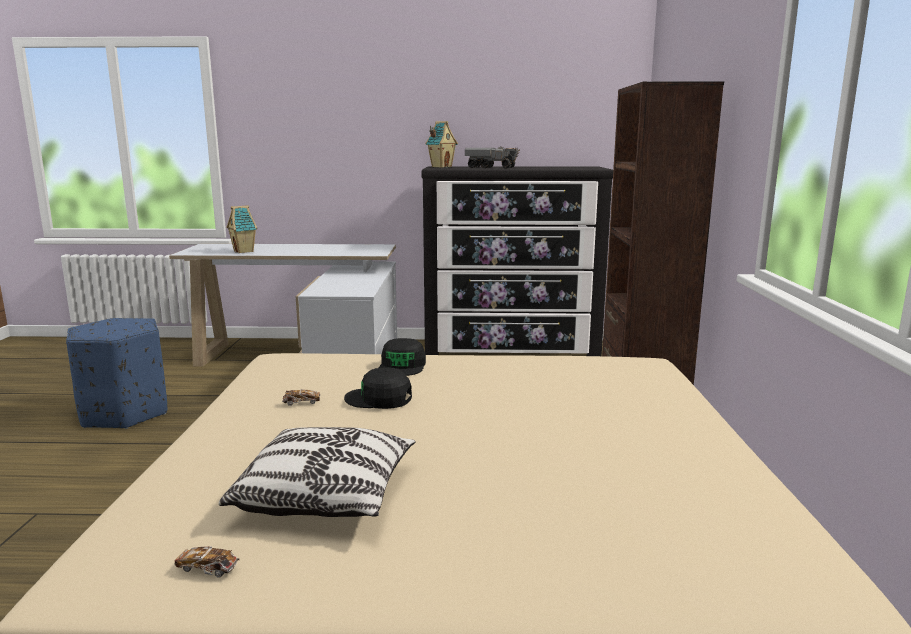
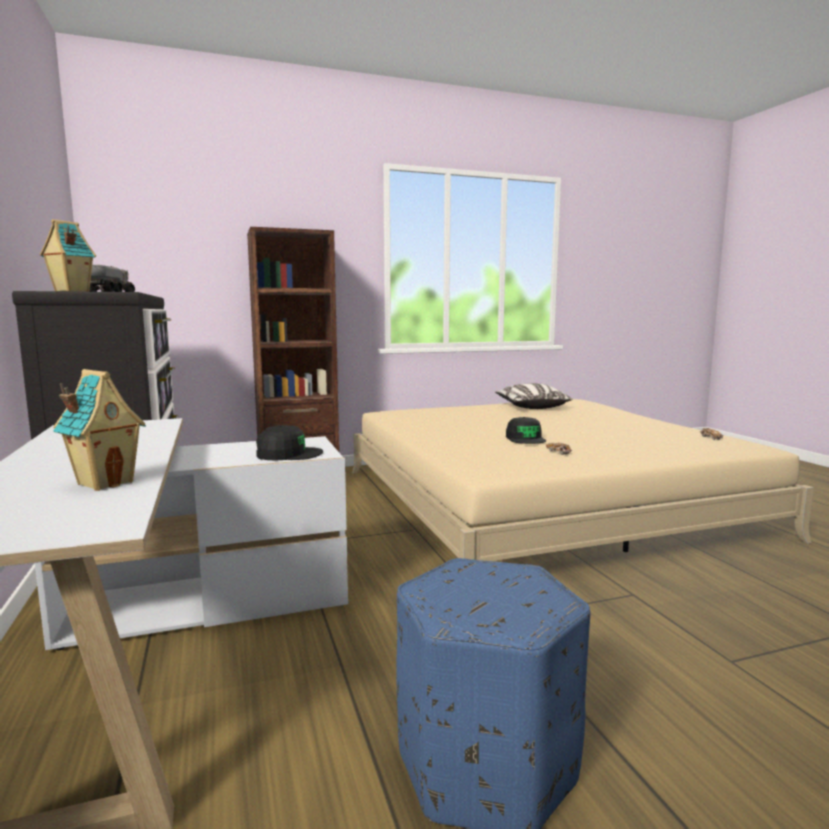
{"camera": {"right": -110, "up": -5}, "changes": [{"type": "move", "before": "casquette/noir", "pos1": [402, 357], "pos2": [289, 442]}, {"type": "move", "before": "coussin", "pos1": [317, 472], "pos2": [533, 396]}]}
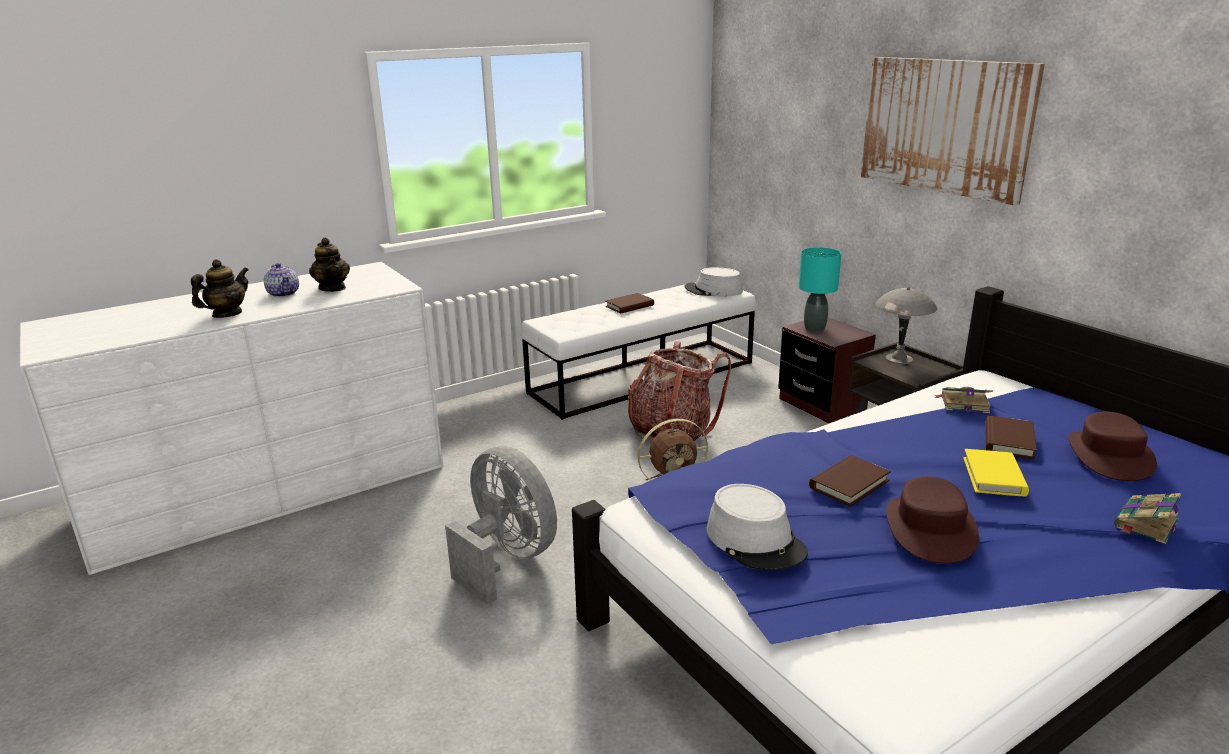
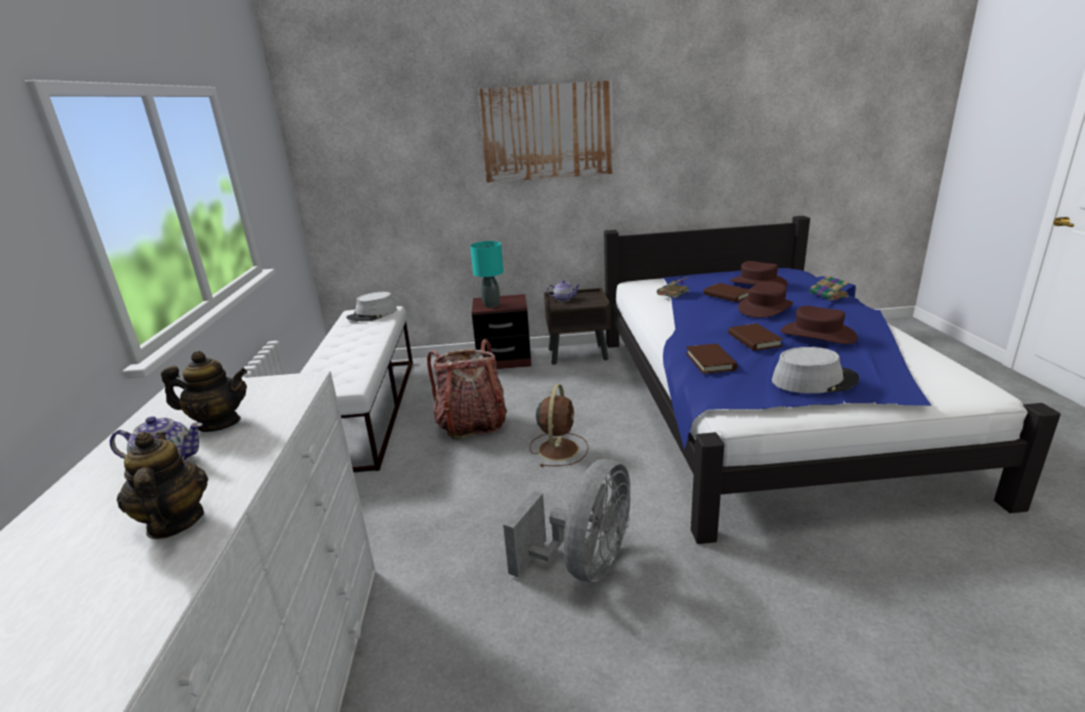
{"camera": {"right": -60, "up": 0}, "changes": [{"type": "rotate", "before": "ventilateur/gris", "pos1": [501, 525], "pos2": [566, 520], "turn": 135}, {"type": "replace", "before": "lampe de table/gris", "after": "théière", "pos1": [906, 325], "pos2": [564, 291]}, {"type": "move", "before": "livre/marron", "pos1": [629, 303], "pos2": [712, 359]}, {"type": "replace", "before": "livre/jaune", "after": "chapeau/marron", "pos1": [996, 473], "pos2": [765, 299]}]}
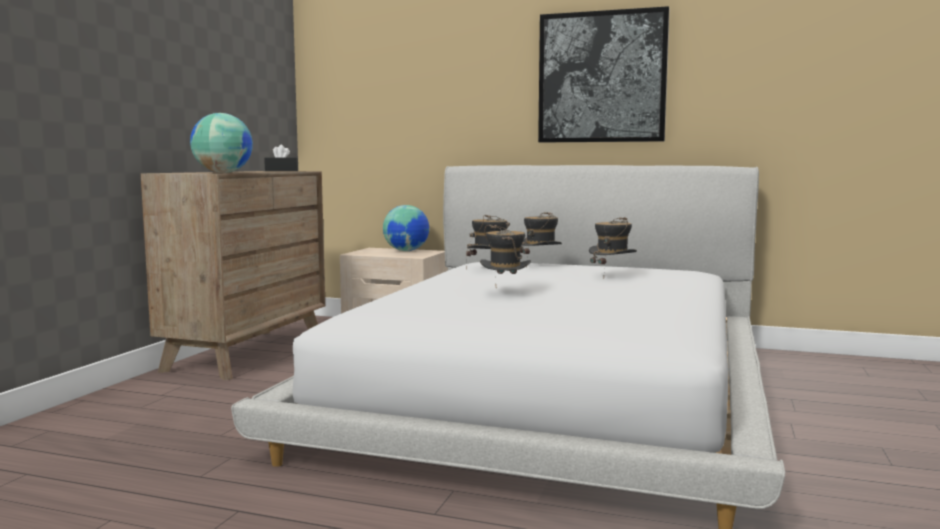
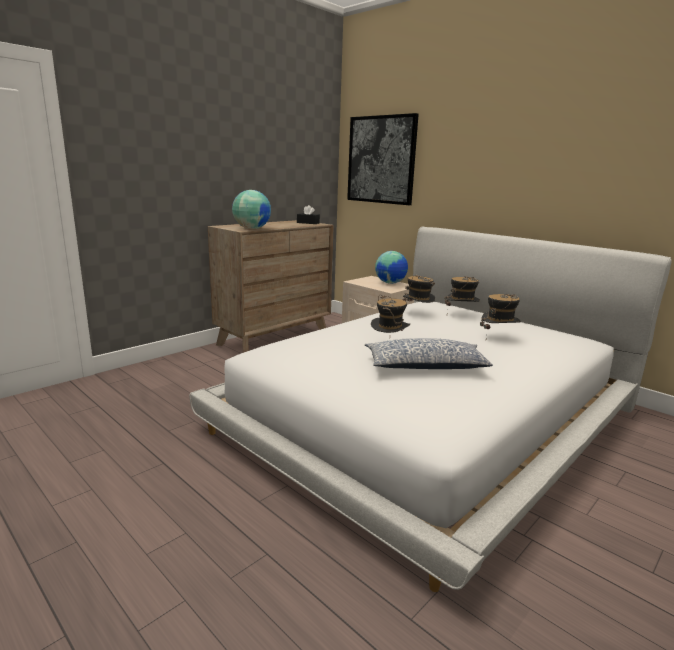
{"camera": {"right": 25, "up": 10}, "changes": [{"type": "move", "before": "tableau", "pos1": [603, 74], "pos2": [383, 159]}, {"type": "insert", "after": "coussin", "pos2": [429, 353]}]}
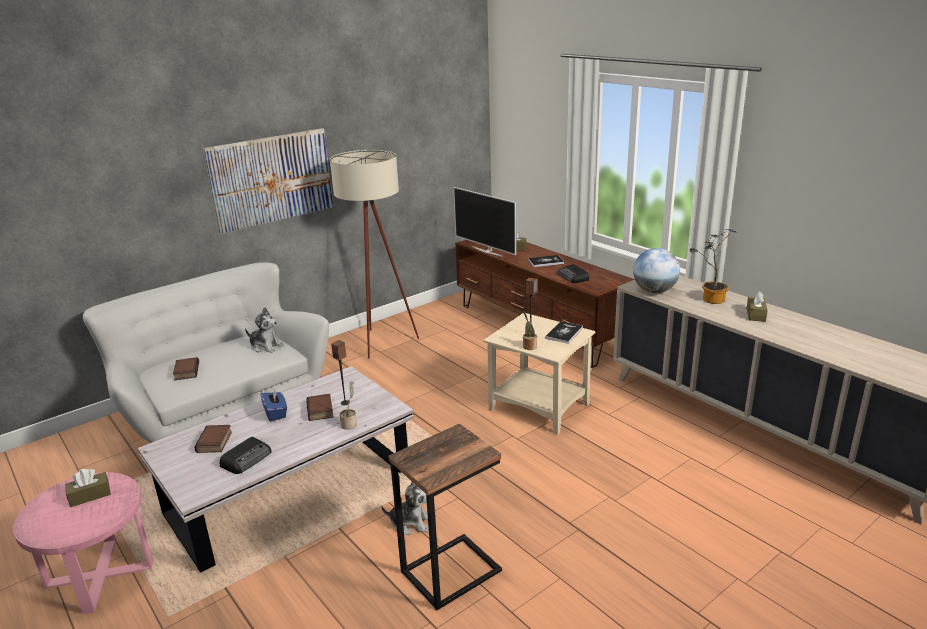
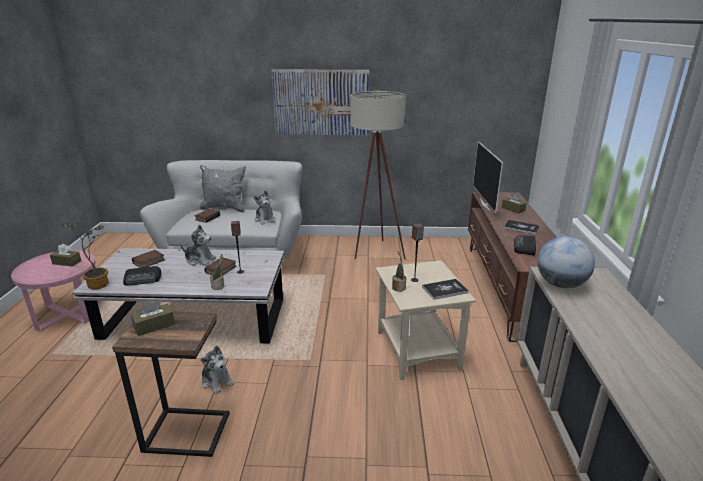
{"camera": {"right": 40, "up": 0}, "changes": [{"type": "move", "before": "plante en pot", "pos1": [713, 266], "pos2": [85, 256]}, {"type": "move", "before": "boîte à mouchoirs/marron", "pos1": [757, 307], "pos2": [153, 318]}, {"type": "replace", "before": "boîte à mouchoirs/bleu", "after": "peluche", "pos1": [274, 405], "pos2": [198, 245]}, {"type": "insert", "after": "coussin/gris", "pos2": [222, 189]}]}
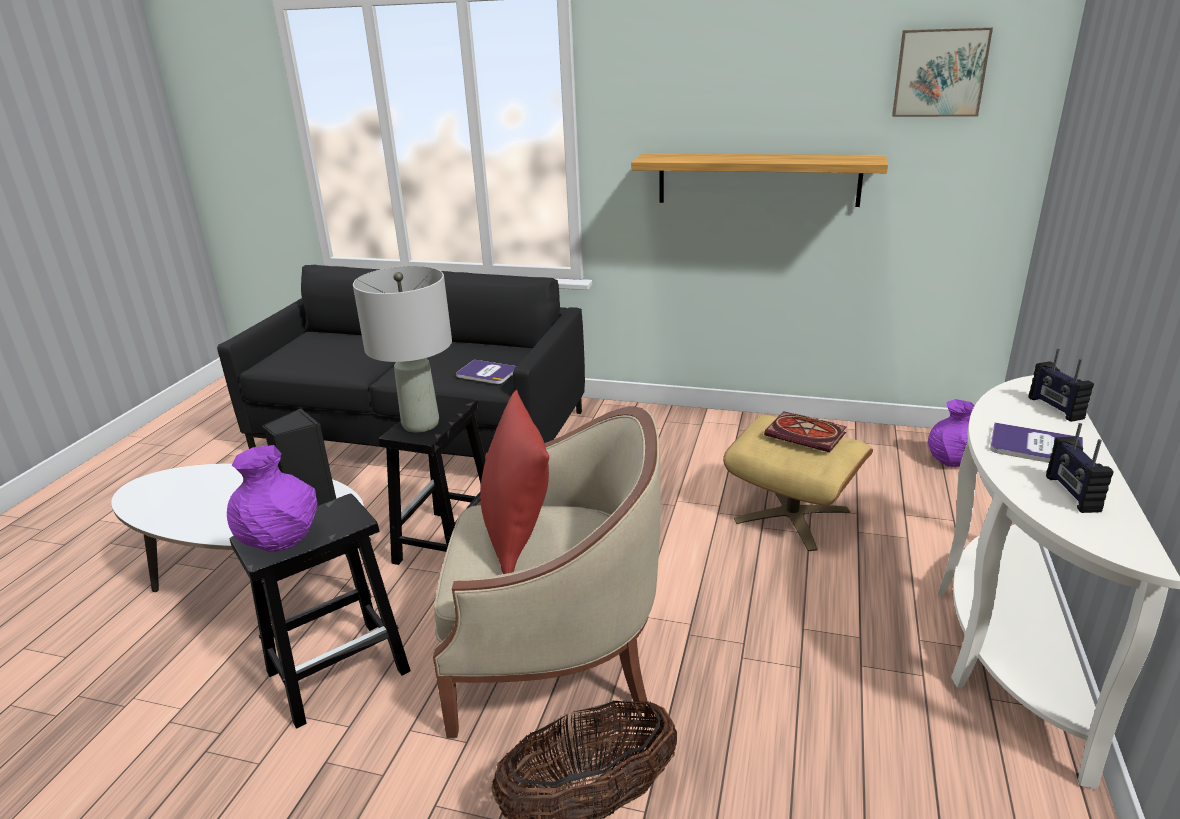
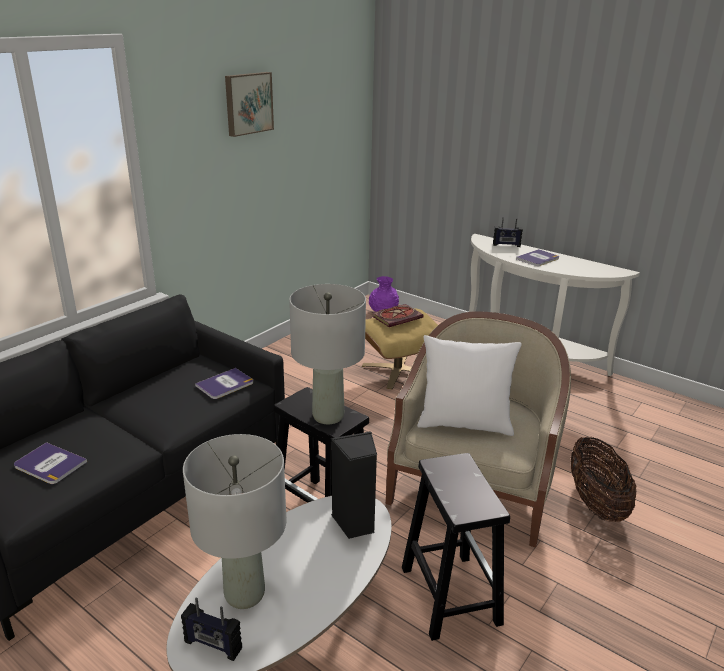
{"camera": {"right": -70, "up": 0}, "changes": [{"type": "insert", "after": "livre", "pos2": [50, 463]}, {"type": "move", "before": "radio", "pos1": [1080, 468], "pos2": [211, 629]}, {"type": "insert", "after": "lampe de table/gris", "pos2": [234, 521]}, {"type": "move", "before": "tableau", "pos1": [942, 72], "pos2": [249, 104]}, {"type": "recolor", "before": "coussin/rouge", "after": "coussin/blanc", "pos1": [514, 481], "pos2": [469, 385]}, {"type": "delete", "before": "vase/violet", "pos1": [272, 498]}, {"type": "delete", "before": "étagère", "pos1": [759, 180]}]}
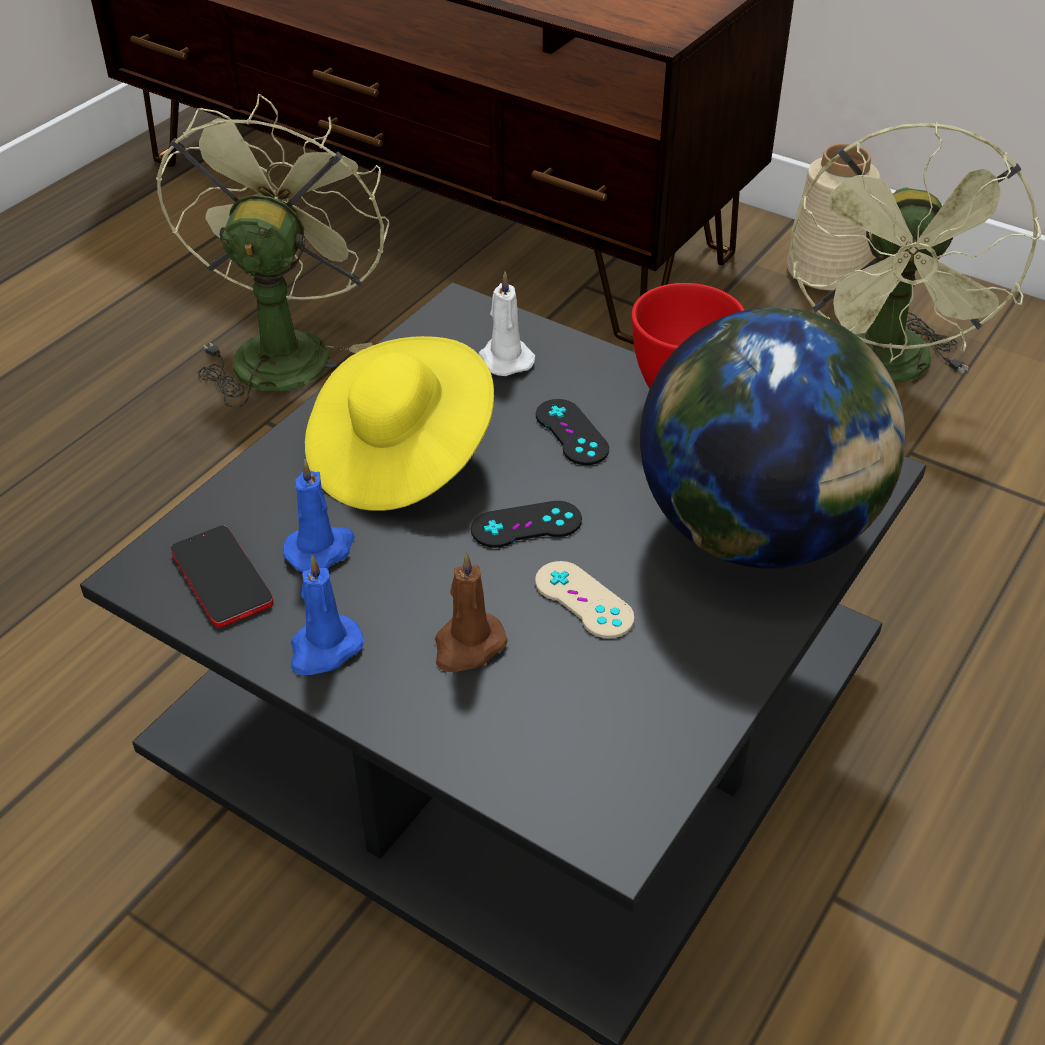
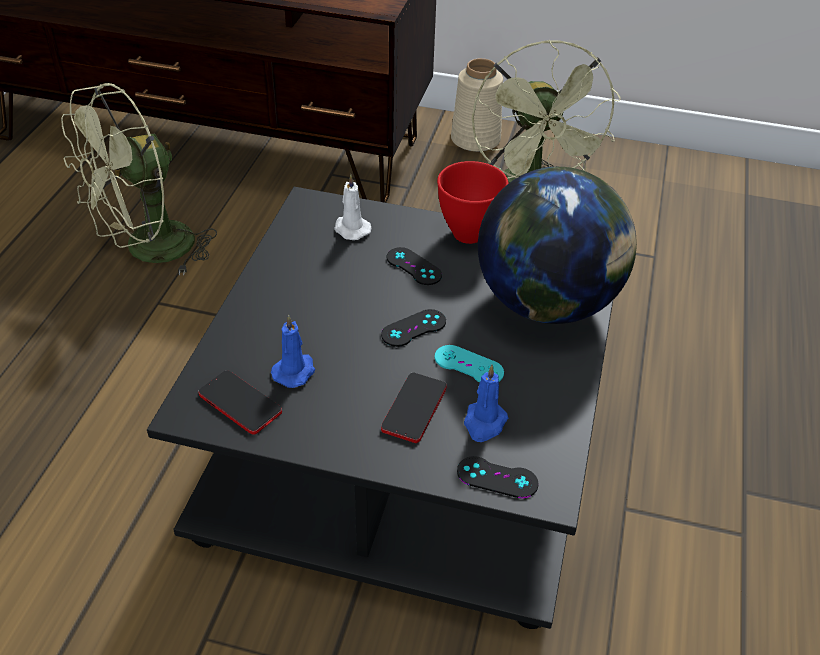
{"camera": {"right": -20, "up": 0}, "changes": [{"type": "rotate", "before": "ventilateur/vert", "pos1": [272, 251], "pos2": [139, 179], "turn": -120}, {"type": "replace", "before": "bougie/marron", "after": "téléphone", "pos1": [471, 612], "pos2": [414, 407]}, {"type": "recolor", "before": "manette/beige", "after": "manette/turquoise", "pos1": [585, 599], "pos2": [469, 364]}, {"type": "insert", "after": "manette/noir", "pos2": [498, 477]}, {"type": "move", "before": "bougie/bleu", "pos1": [327, 615], "pos2": [486, 403]}, {"type": "delete", "before": "chapeau/jaune", "pos1": [399, 423]}]}
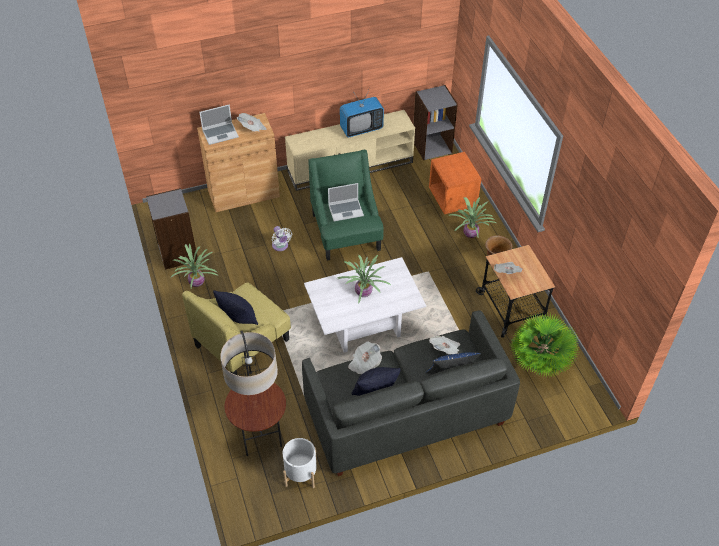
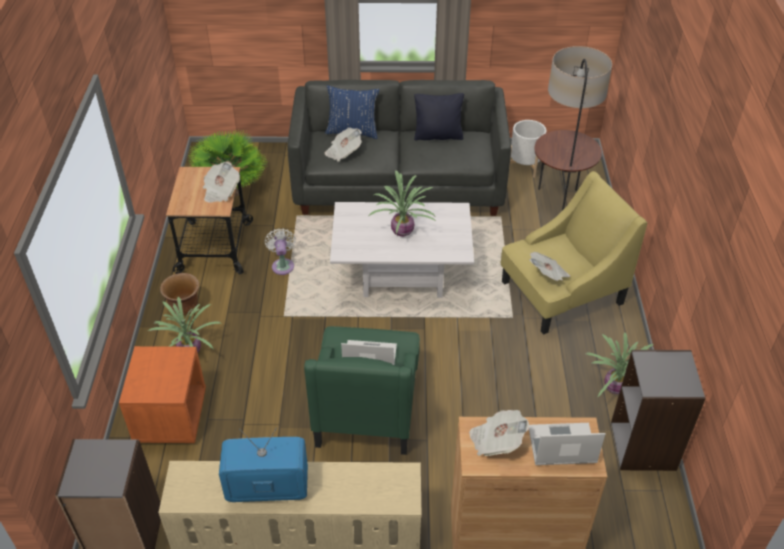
{"camera": {"right": -160, "up": -5}, "changes": [{"type": "move", "before": "ventilateur/blanc", "pos1": [282, 238], "pos2": [280, 251]}, {"type": "move", "before": "journal", "pos1": [365, 358], "pos2": [550, 266]}, {"type": "delete", "before": "coussin/noir", "pos1": [235, 307]}]}
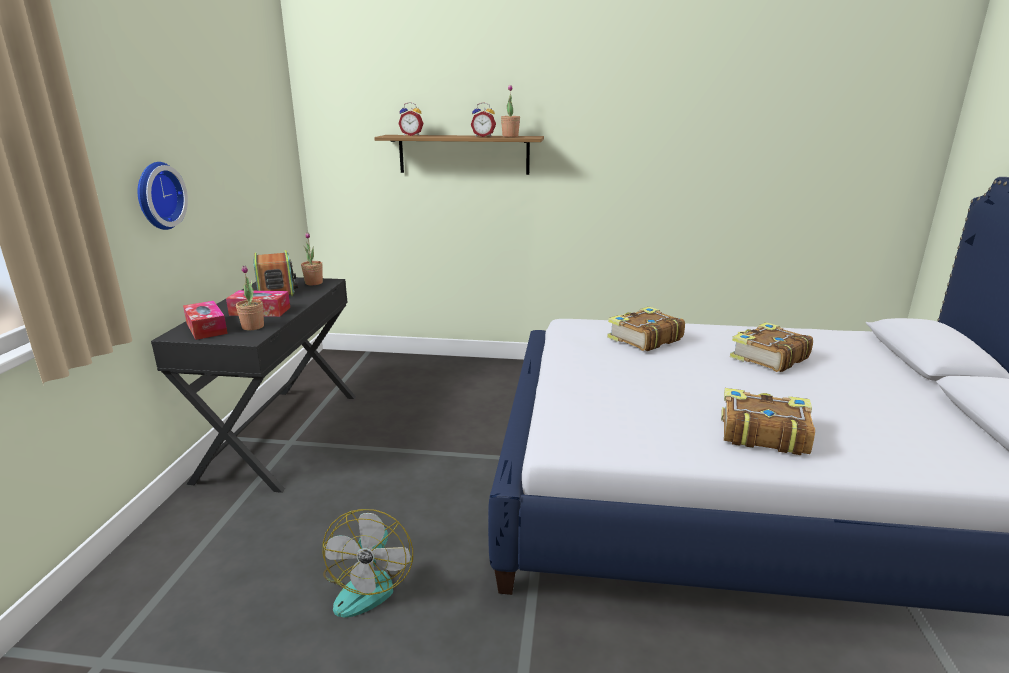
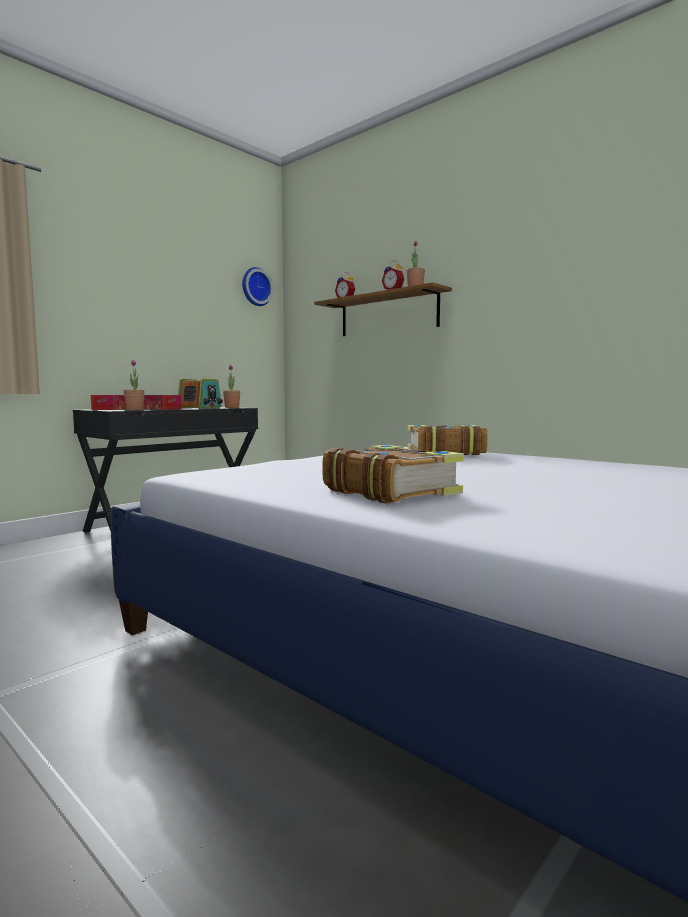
{"camera": {"right": 35, "up": -15}, "changes": [{"type": "move", "before": "horloge murale", "pos1": [163, 196], "pos2": [257, 286]}, {"type": "delete", "before": "ventilateur", "pos1": [367, 563]}, {"type": "delete", "before": "livre", "pos1": [771, 347]}]}
